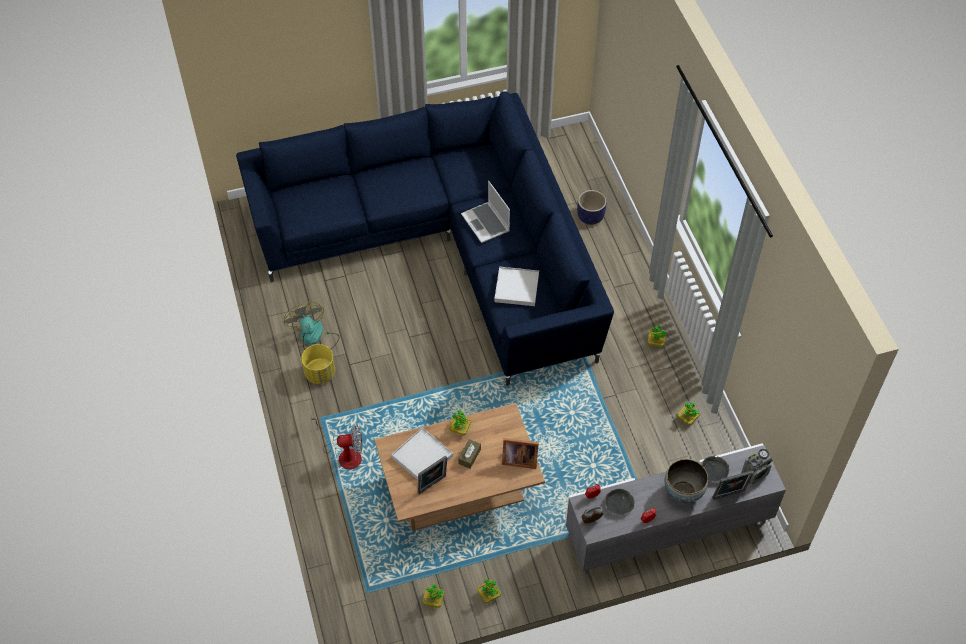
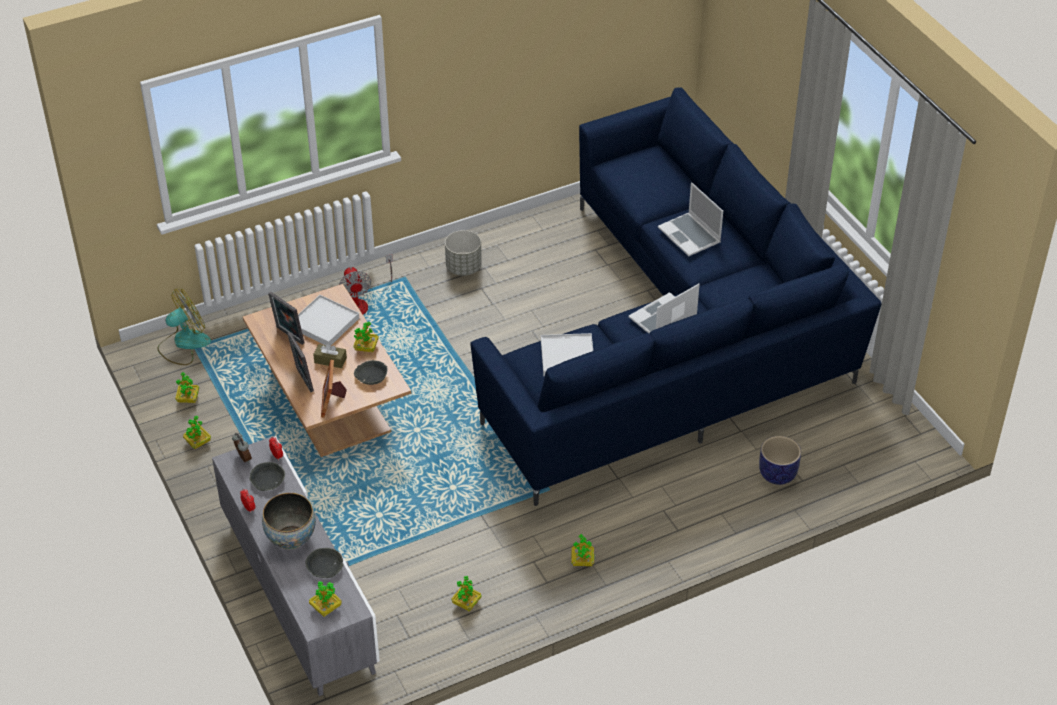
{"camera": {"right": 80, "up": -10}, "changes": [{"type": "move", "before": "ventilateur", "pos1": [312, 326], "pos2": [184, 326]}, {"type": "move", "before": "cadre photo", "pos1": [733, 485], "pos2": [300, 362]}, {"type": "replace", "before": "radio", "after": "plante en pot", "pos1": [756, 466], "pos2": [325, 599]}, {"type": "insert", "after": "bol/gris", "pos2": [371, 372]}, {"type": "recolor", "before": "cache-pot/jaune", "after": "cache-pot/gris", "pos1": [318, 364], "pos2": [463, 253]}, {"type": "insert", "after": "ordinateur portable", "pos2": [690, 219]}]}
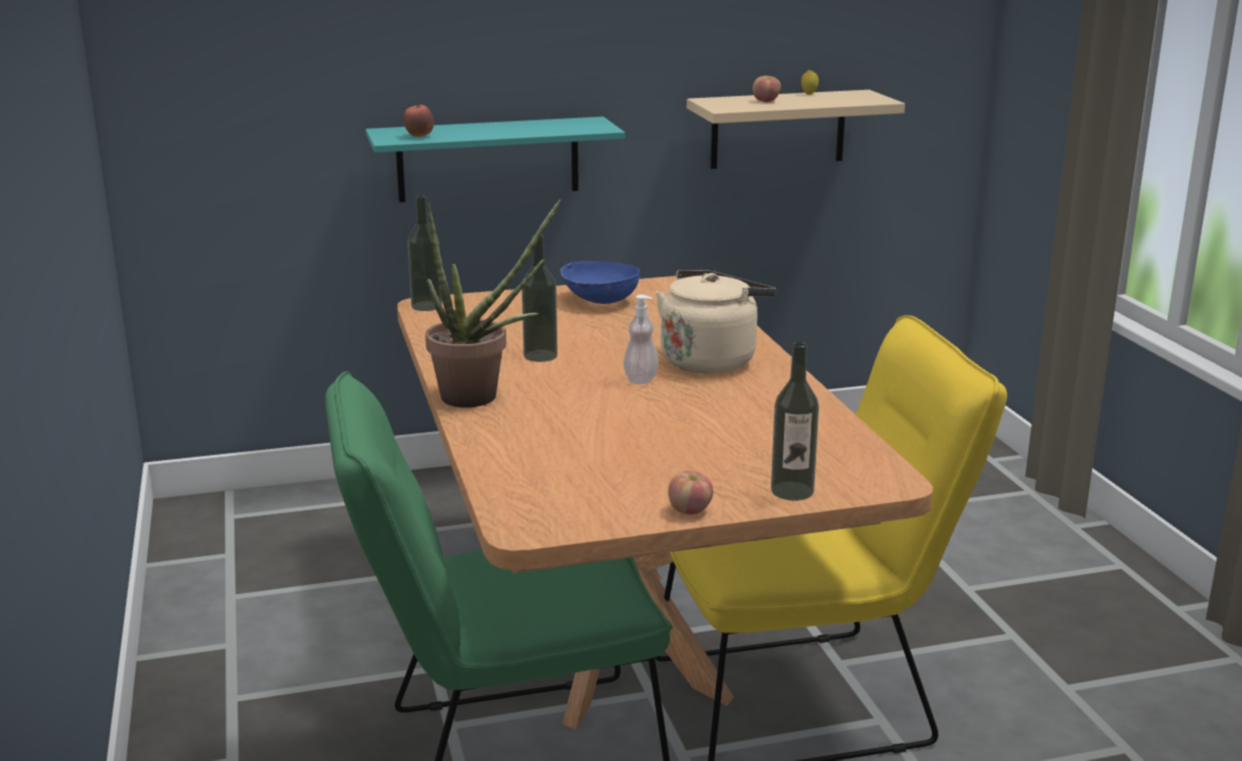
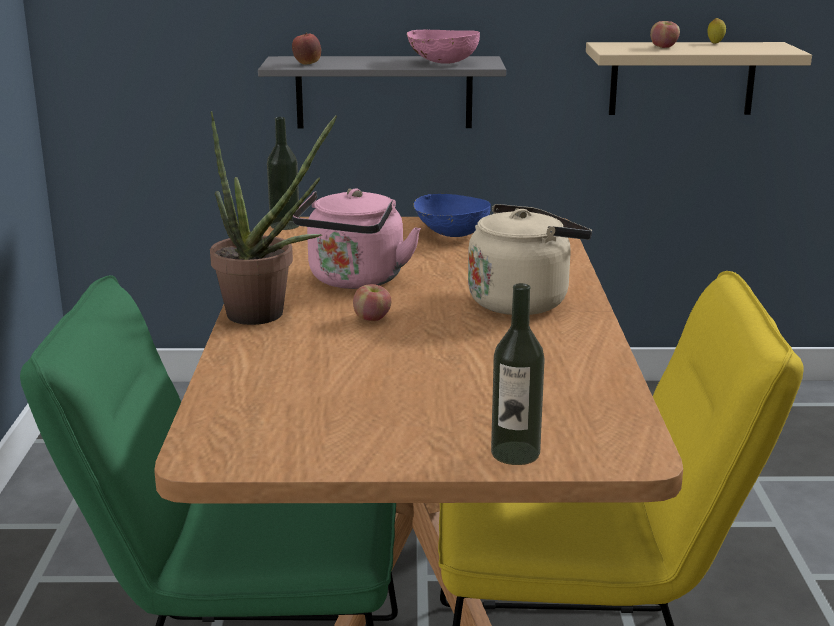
{"camera": {"right": 15, "up": 0}, "changes": [{"type": "recolor", "before": "étagère/turquoise", "after": "étagère/gris", "pos1": [495, 159], "pos2": [382, 92]}, {"type": "replace", "before": "bouteille", "after": "bouilloire/rose", "pos1": [540, 298], "pos2": [356, 238]}, {"type": "move", "before": "pomme", "pos1": [690, 492], "pos2": [372, 302]}, {"type": "insert", "after": "bol/rose", "pos2": [443, 47]}, {"type": "delete", "before": "distributeur de savon", "pos1": [640, 339]}]}
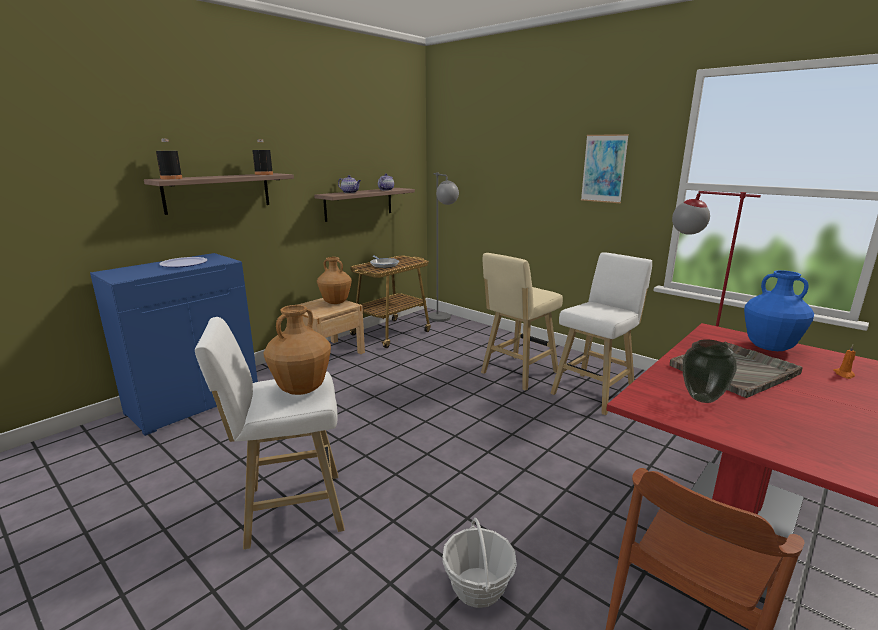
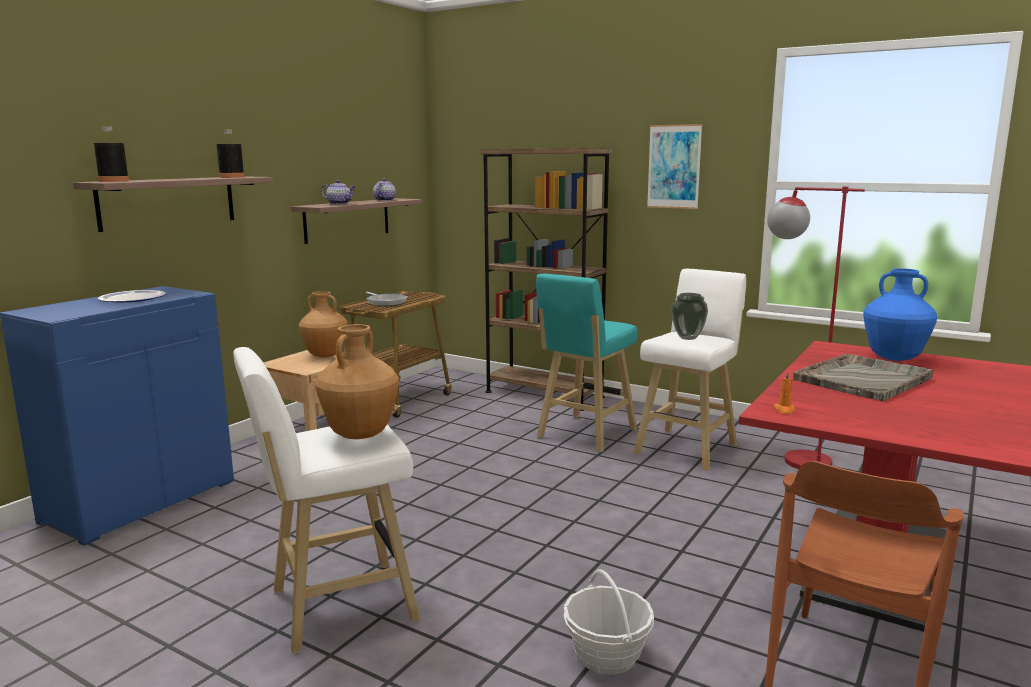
{"camera": {"right": -10, "up": -5}, "changes": [{"type": "insert", "after": "bibliothèque/marron", "pos2": [546, 279]}, {"type": "recolor", "before": "tabouret/beige", "after": "tabouret/turquoise", "pos1": [522, 322], "pos2": [587, 363]}, {"type": "move", "before": "vase", "pos1": [710, 371], "pos2": [689, 316]}, {"type": "move", "before": "bougie/orange", "pos1": [844, 362], "pos2": [784, 392]}, {"type": "delete", "before": "lampadaire/gris", "pos1": [443, 247]}]}
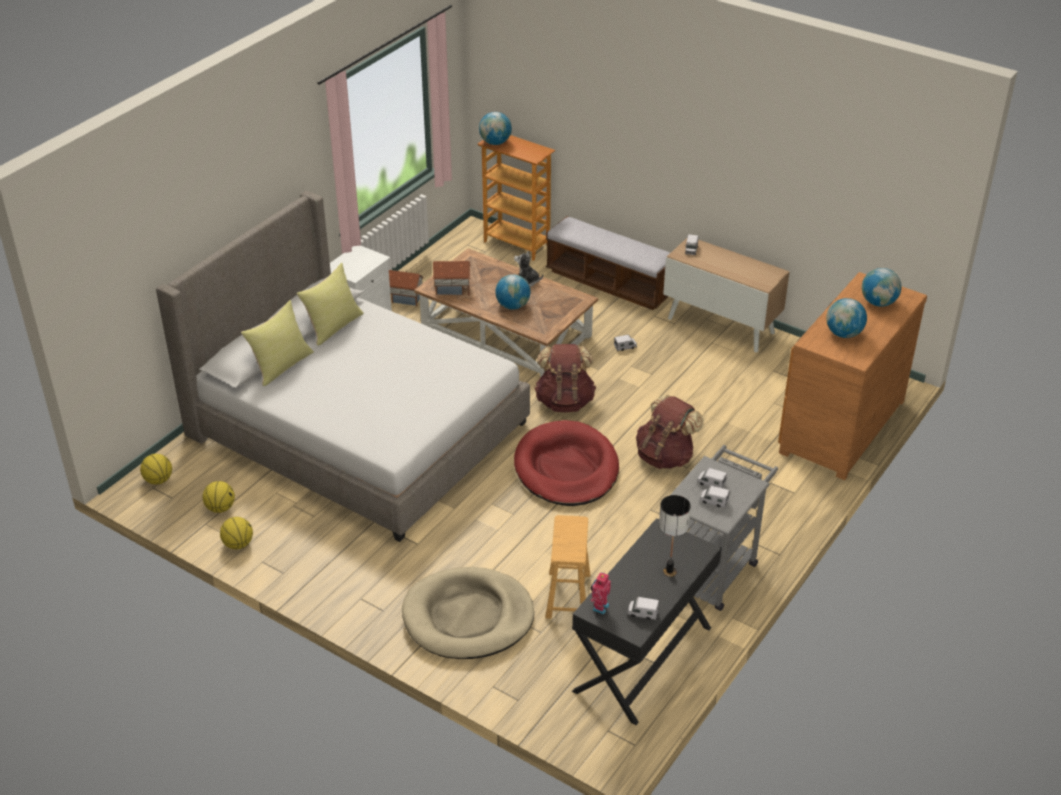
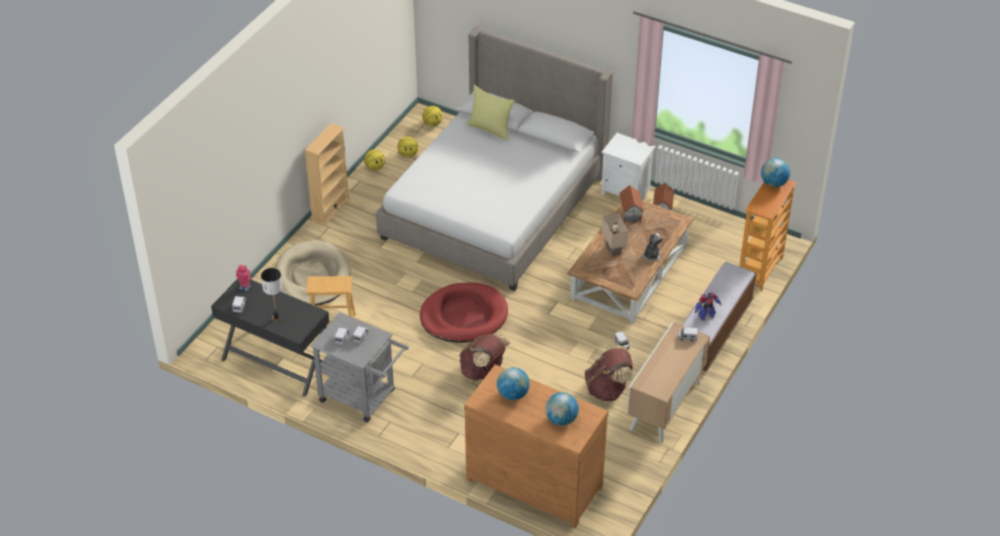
{"camera": {"right": 85, "up": 5}, "changes": [{"type": "insert", "after": "bibliothèque/beige", "pos2": [327, 174]}, {"type": "move", "before": "sac à dos/marron", "pos1": [565, 378], "pos2": [608, 373]}, {"type": "replace", "before": "globe", "after": "lampe de table/beige", "pos1": [512, 292], "pos2": [615, 235]}, {"type": "insert", "after": "robot jouet", "pos2": [708, 306]}, {"type": "delete", "before": "coussin/jaune", "pos1": [330, 304]}]}
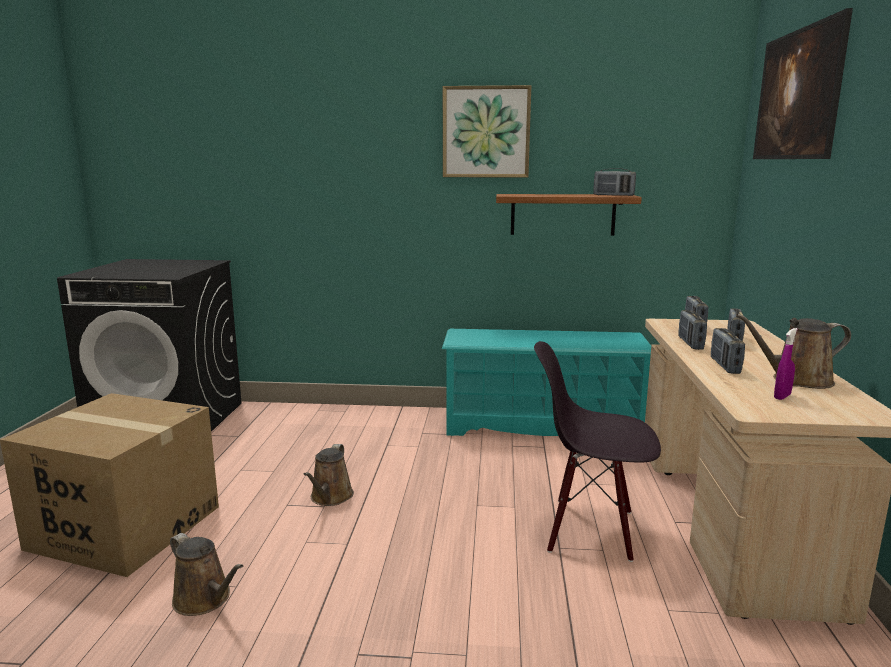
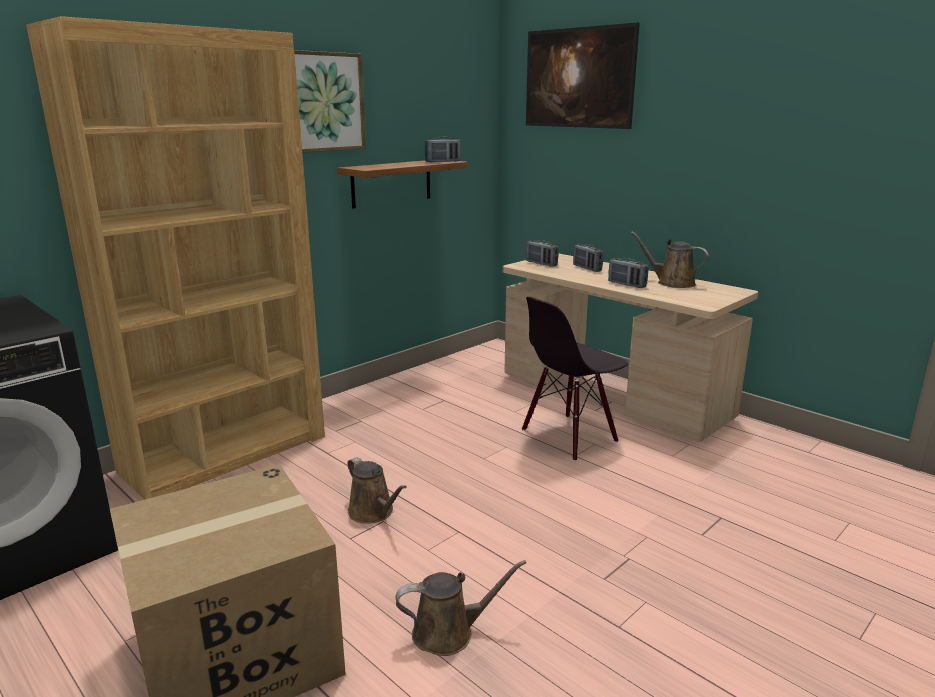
{"camera": {"right": -50, "up": 5}, "changes": [{"type": "insert", "after": "bibliothèque/marron", "pos2": [175, 258]}, {"type": "rotate", "before": "arrosoir/marron", "pos1": [793, 351], "pos2": [670, 260], "turn": 90}, {"type": "delete", "before": "étagère à chaussures/turquoise", "pos1": [546, 382]}, {"type": "delete", "before": "radio", "pos1": [692, 330]}, {"type": "delete", "before": "vaporisateur/violet", "pos1": [786, 364]}]}
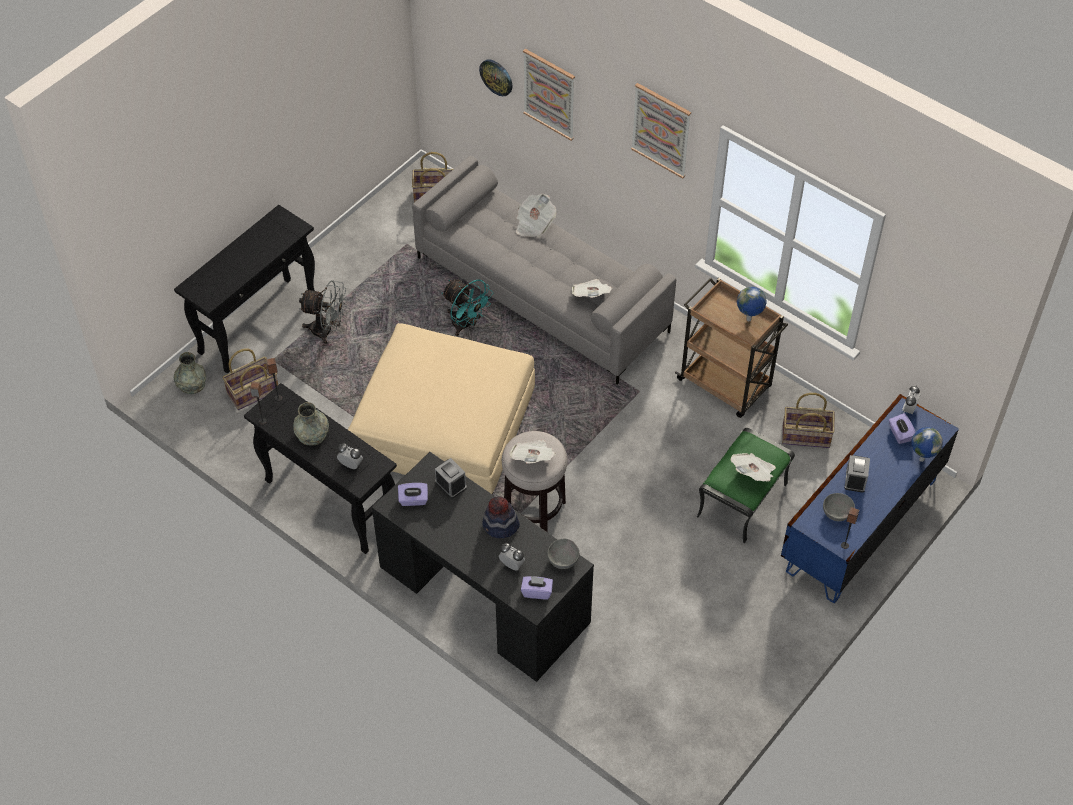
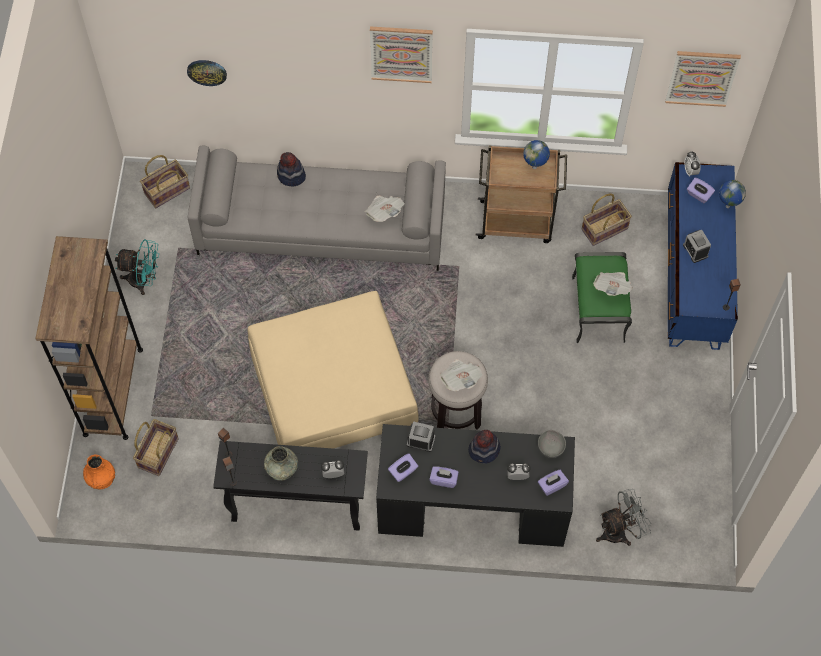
{"camera": {"right": -35, "up": 10}, "changes": [{"type": "replace", "before": "table console/noir", "after": "bibliothèque/marron", "pos1": [244, 289], "pos2": [89, 338]}, {"type": "recolor", "before": "vase/gris", "after": "vase/orange", "pos1": [190, 373], "pos2": [99, 472]}, {"type": "move", "before": "ventilateur/turquoise", "pos1": [467, 307], "pos2": [137, 267]}, {"type": "replace", "before": "journal", "after": "chapeau", "pos1": [536, 216], "pos2": [291, 169]}, {"type": "insert", "after": "boîte à mouchoirs/violet", "pos2": [444, 477]}, {"type": "move", "before": "ventilateur/gris", "pos1": [322, 312], "pos2": [623, 517]}, {"type": "move", "before": "tableau", "pos1": [549, 95], "pos2": [703, 79]}, {"type": "delete", "before": "bol/gris", "pos1": [839, 507]}]}
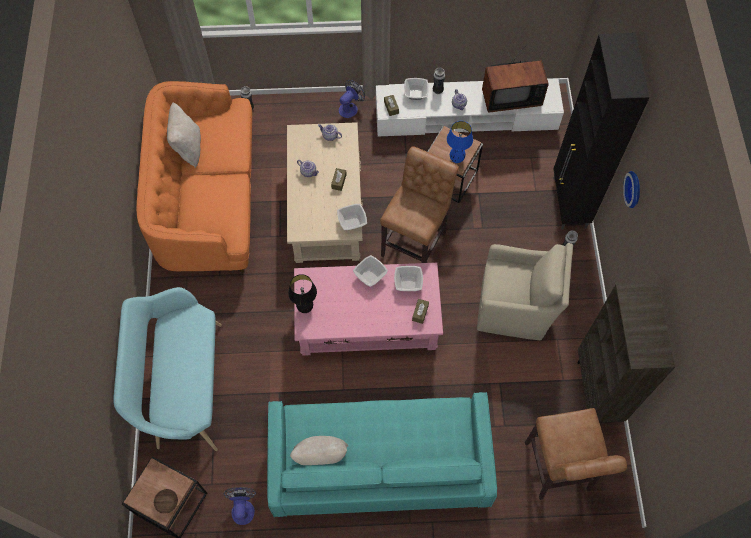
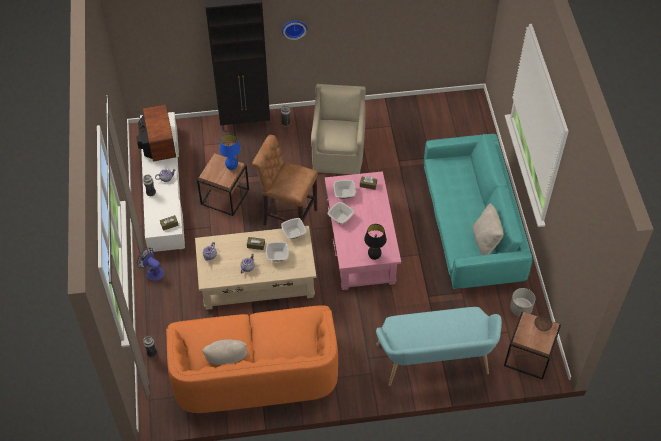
{"camera": {"right": -95, "up": -10}, "changes": [{"type": "move", "before": "bol", "pos1": [416, 89], "pos2": [277, 251]}, {"type": "replace", "before": "ventilateur", "after": "cache-pot/gris", "pos1": [239, 506], "pos2": [522, 302]}, {"type": "delete", "before": "tabouret/marron", "pos1": [576, 454]}, {"type": "delete", "before": "bibliothèque/marron", "pos1": [626, 352]}]}
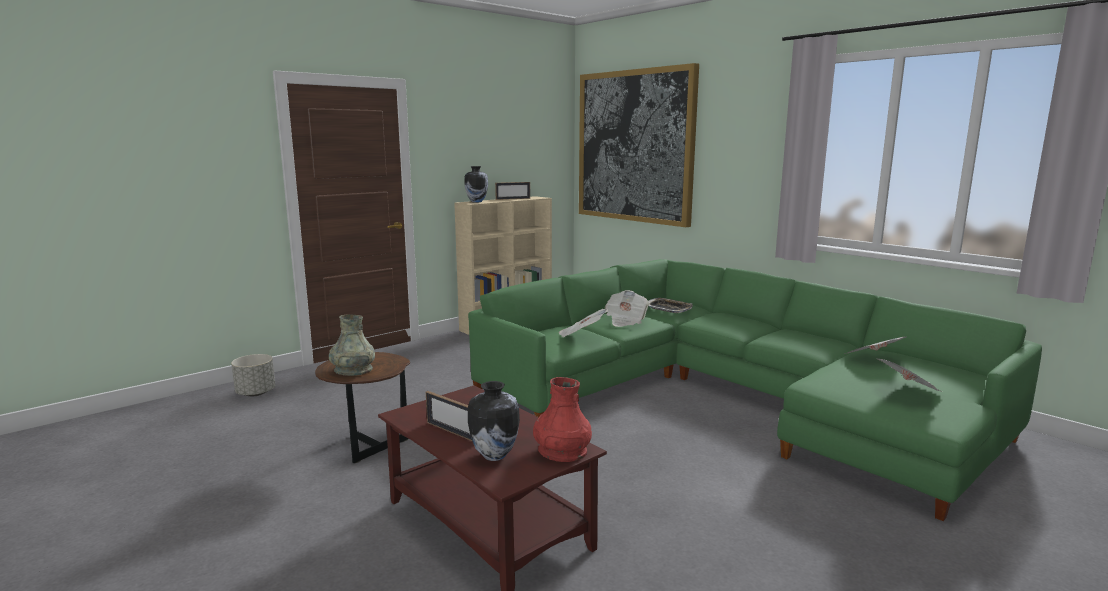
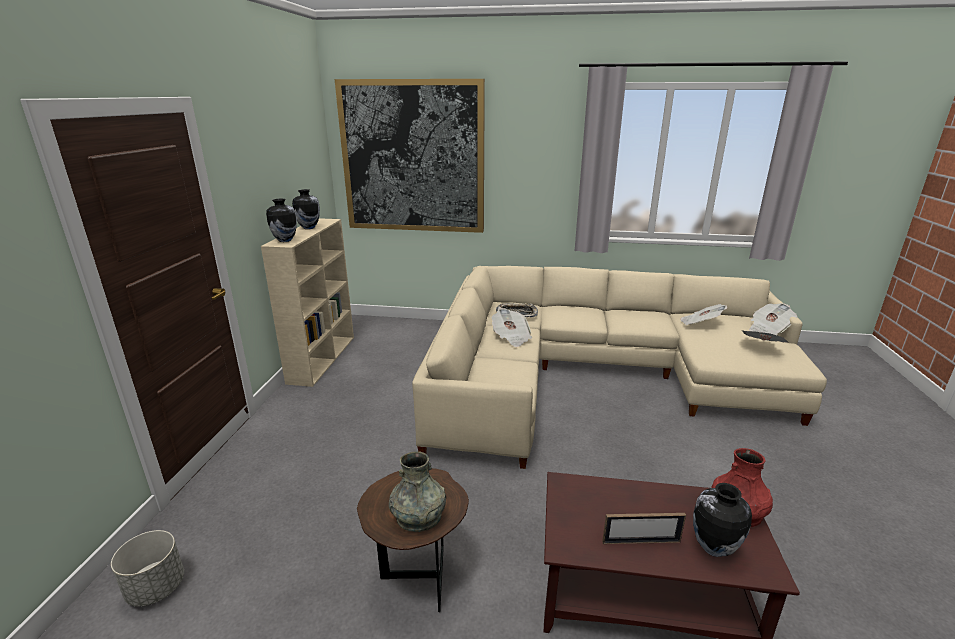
{"camera": {"right": -40, "up": 10}, "changes": [{"type": "replace", "before": "cadre photo", "after": "vase", "pos1": [512, 191], "pos2": [306, 209]}, {"type": "recolor", "before": "canapé/vert", "after": "canapé/beige", "pos1": [755, 390], "pos2": [619, 367]}, {"type": "move", "before": "journal", "pos1": [583, 323], "pos2": [773, 319]}]}
